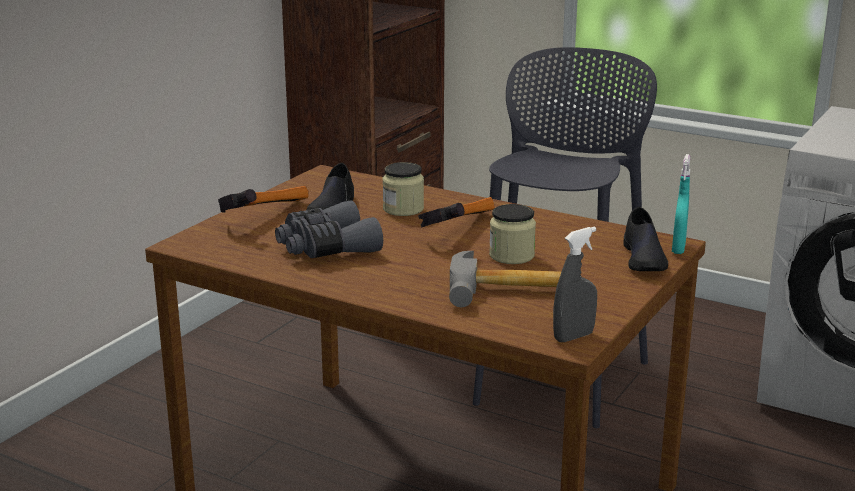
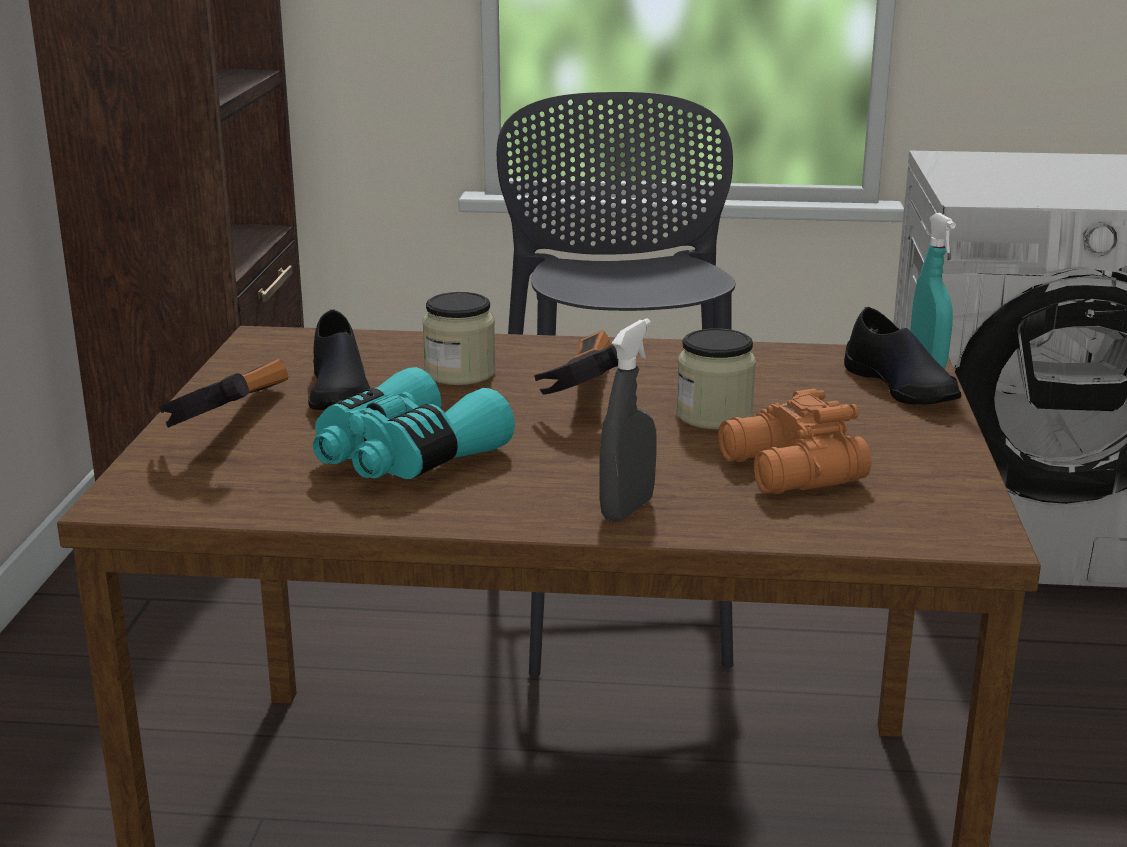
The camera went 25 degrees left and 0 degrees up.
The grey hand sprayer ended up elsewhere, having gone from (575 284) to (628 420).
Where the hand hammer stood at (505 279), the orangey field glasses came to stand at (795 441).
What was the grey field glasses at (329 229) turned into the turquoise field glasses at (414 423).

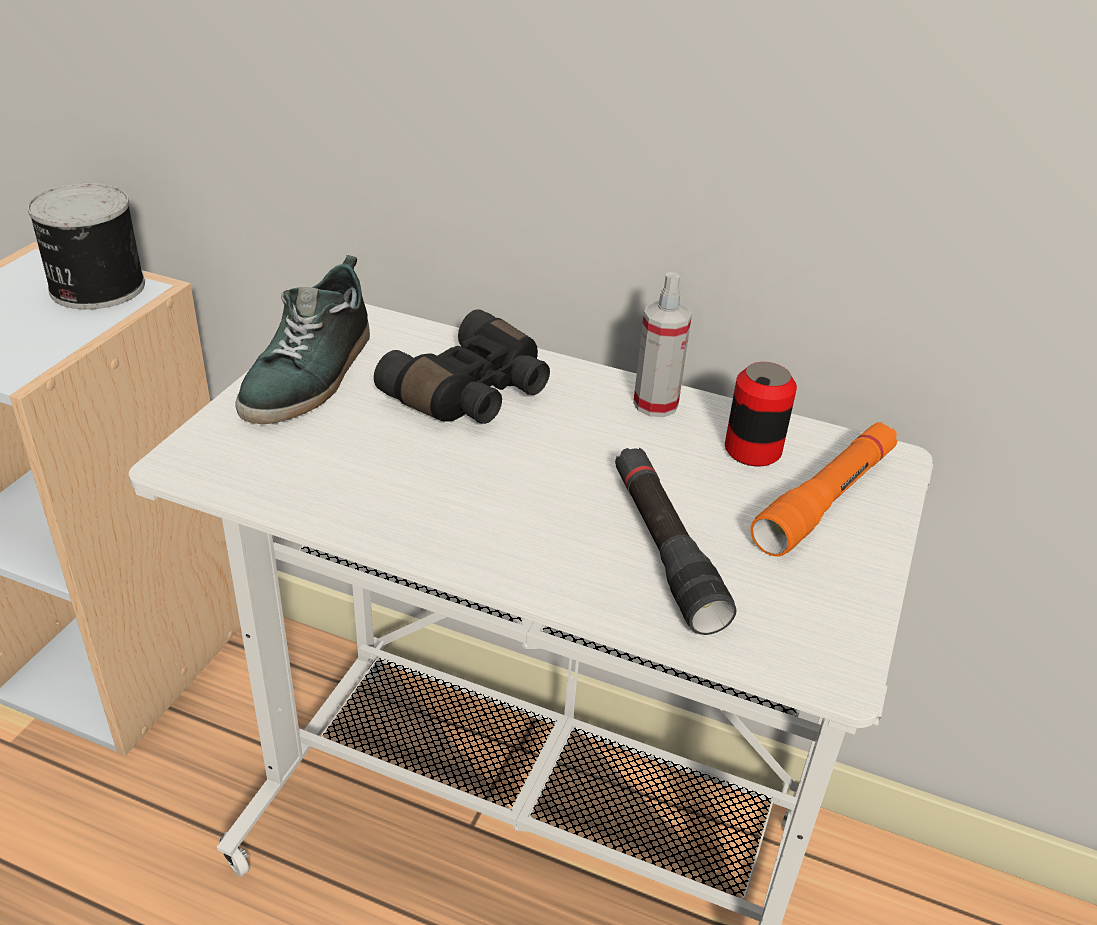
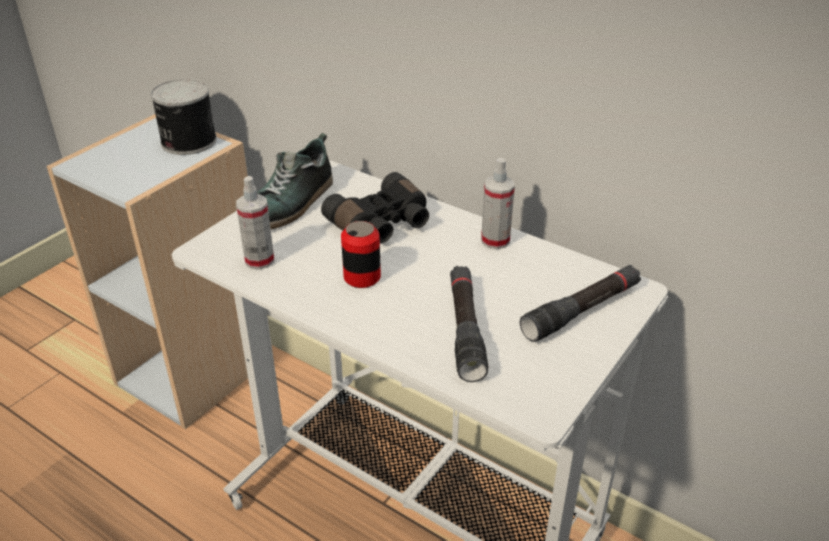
The camera went 15 degrees right and 0 degrees up.
The second view gained the hand sprayer at (255 223).
The can ended up elsewhere, having gone from (761 414) to (361 254).
What was the orangey torch at (824 489) turned into the blackish torch at (580 303).

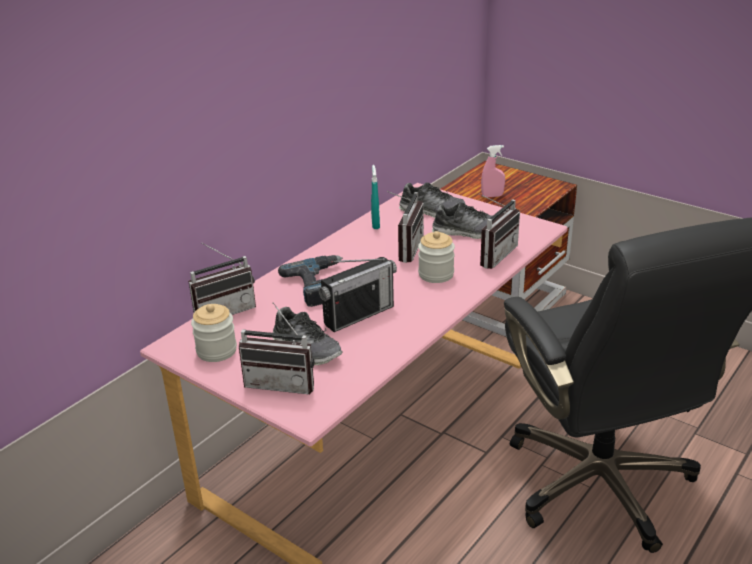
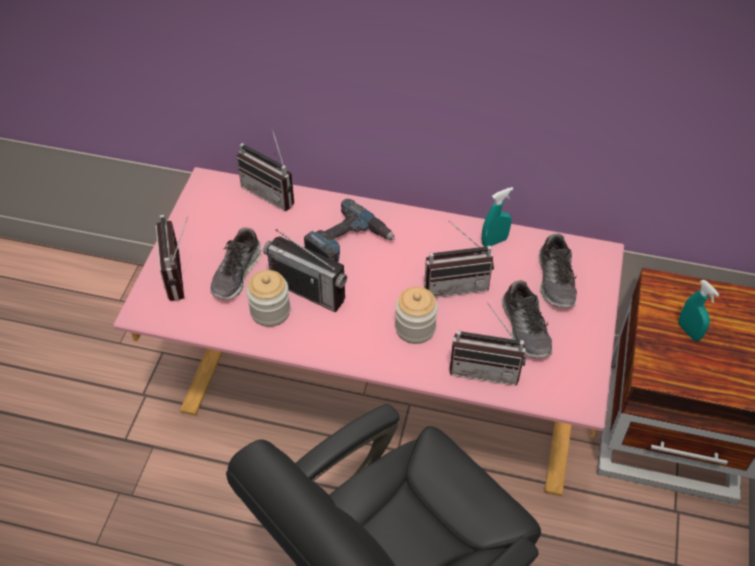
The camera went 65 degrees right and 20 degrees up.
The storage jar ended up elsewhere, having gone from (214 333) to (268 298).
What was the pink-coloured hand sprayer at (493 171) turned into the turquoise hand sprayer at (699 310).

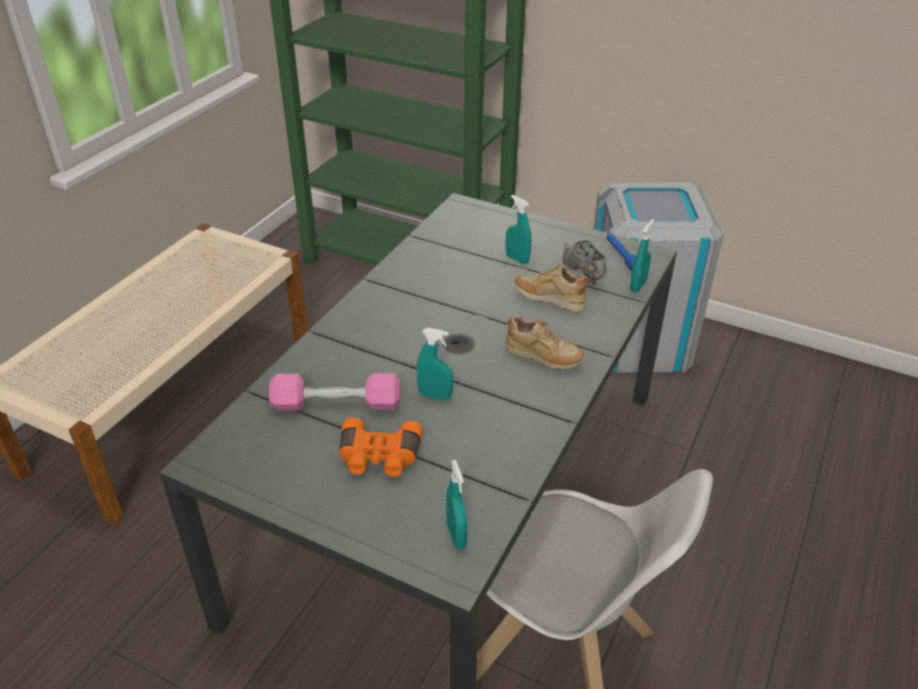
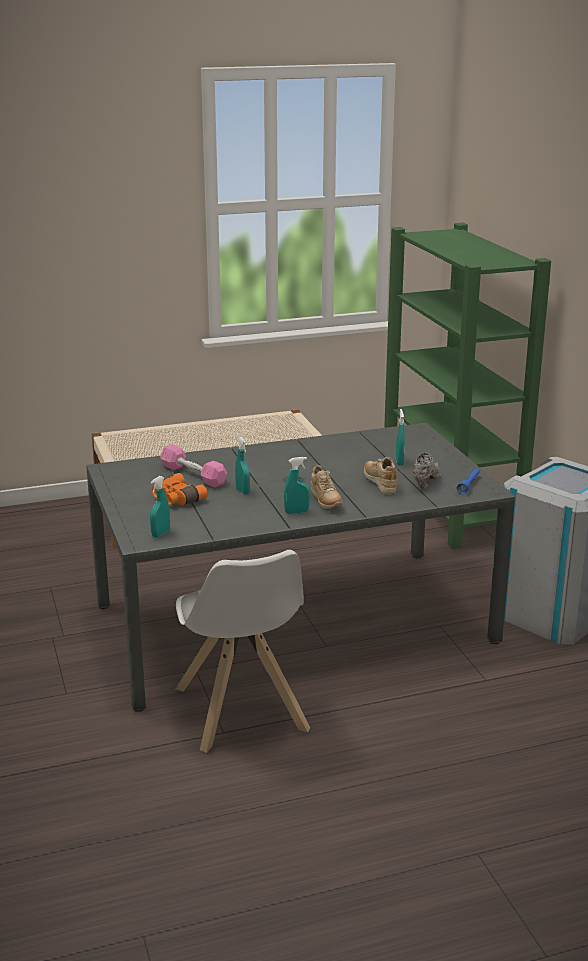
The camera went 45 degrees right and 15 degrees down.
The turquoise hand sprayer ended up elsewhere, having gone from (642 255) to (297 485).

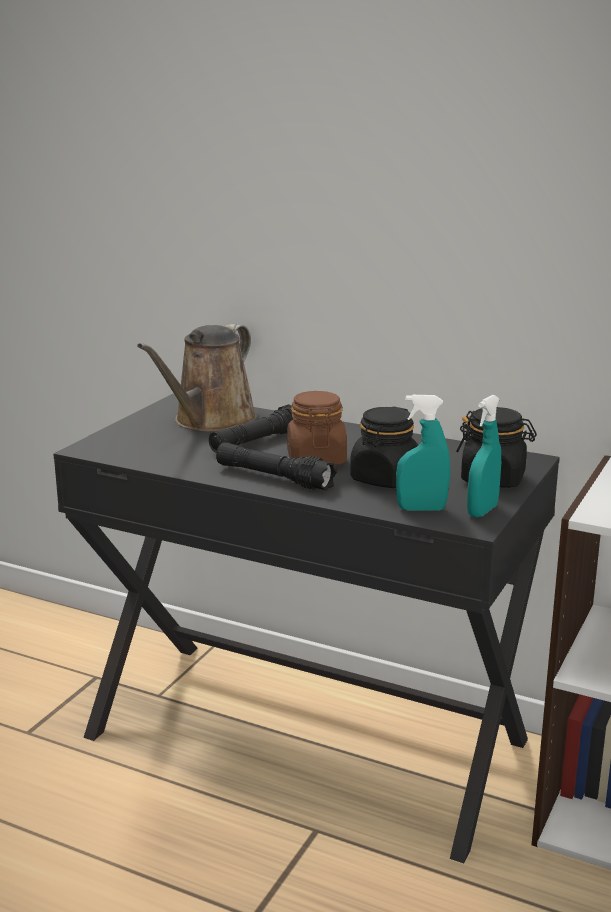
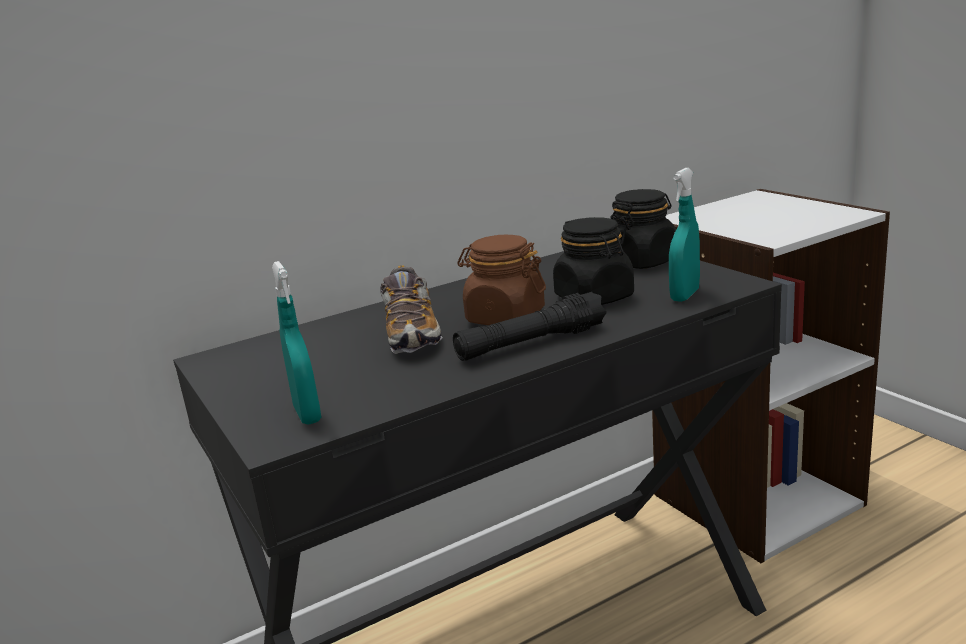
The camera went 55 degrees left and 0 degrees up.
The second view lost the brown watering can at (197 378).
The turquoise hand sprayer ended up elsewhere, having gone from (484 456) to (296 343).
Where the blackish torch stood at (251 428), the shoe came to stand at (411 309).

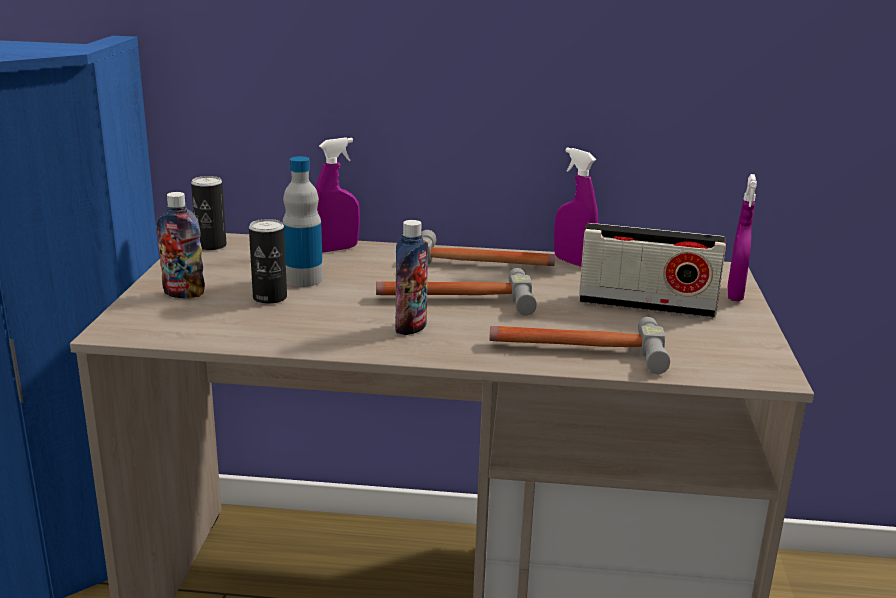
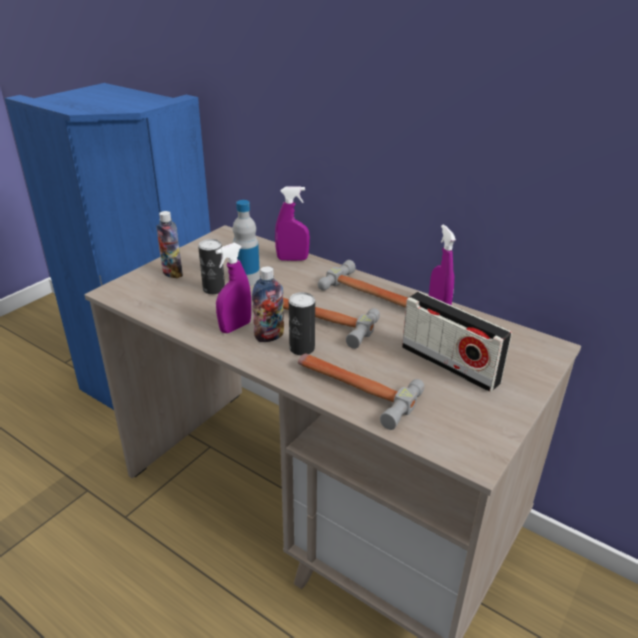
The camera went 30 degrees right and 10 degrees up.
The can ended up elsewhere, having gone from (209 213) to (302 323).
The purple-coloured hand sprayer ended up elsewhere, having gone from (742 237) to (233 288).

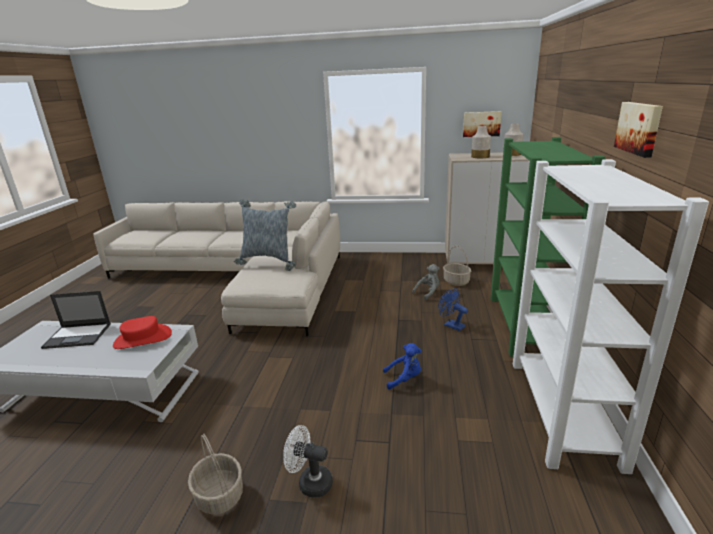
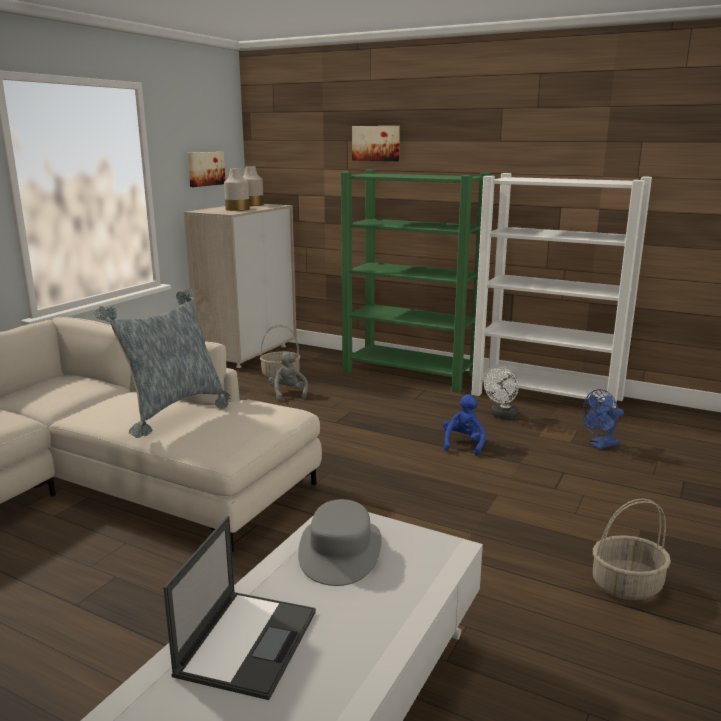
The camera went 70 degrees left and 5 degrees down.
The whitish fan ended up elsewhere, having gone from (308 461) to (501 393).
The blue-coloured fan ended up elsewhere, having gone from (453 309) to (603 419).
The picture ended up elsewhere, having gone from (638 130) to (376 143).
What was the reddish wearable hat at (142 332) turned into the grey wearable hat at (340 542).

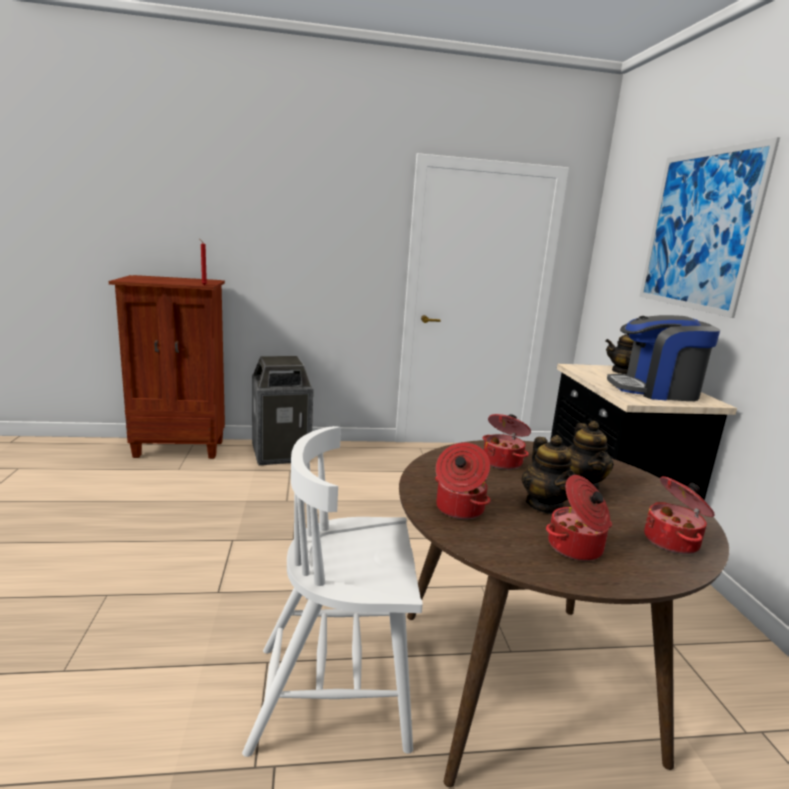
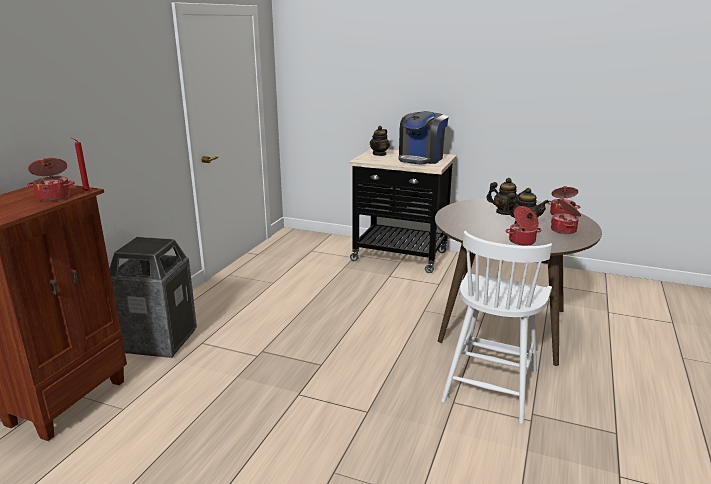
The camera went 60 degrees left and 5 degrees up.
The second view lost the picture at (709 227).
The saucepot ended up elsewhere, having gone from (506 442) to (51 179).

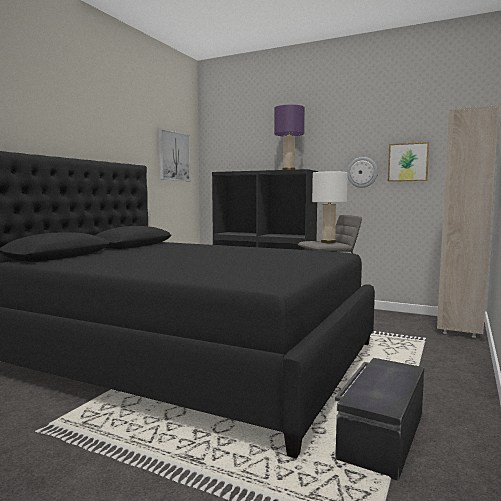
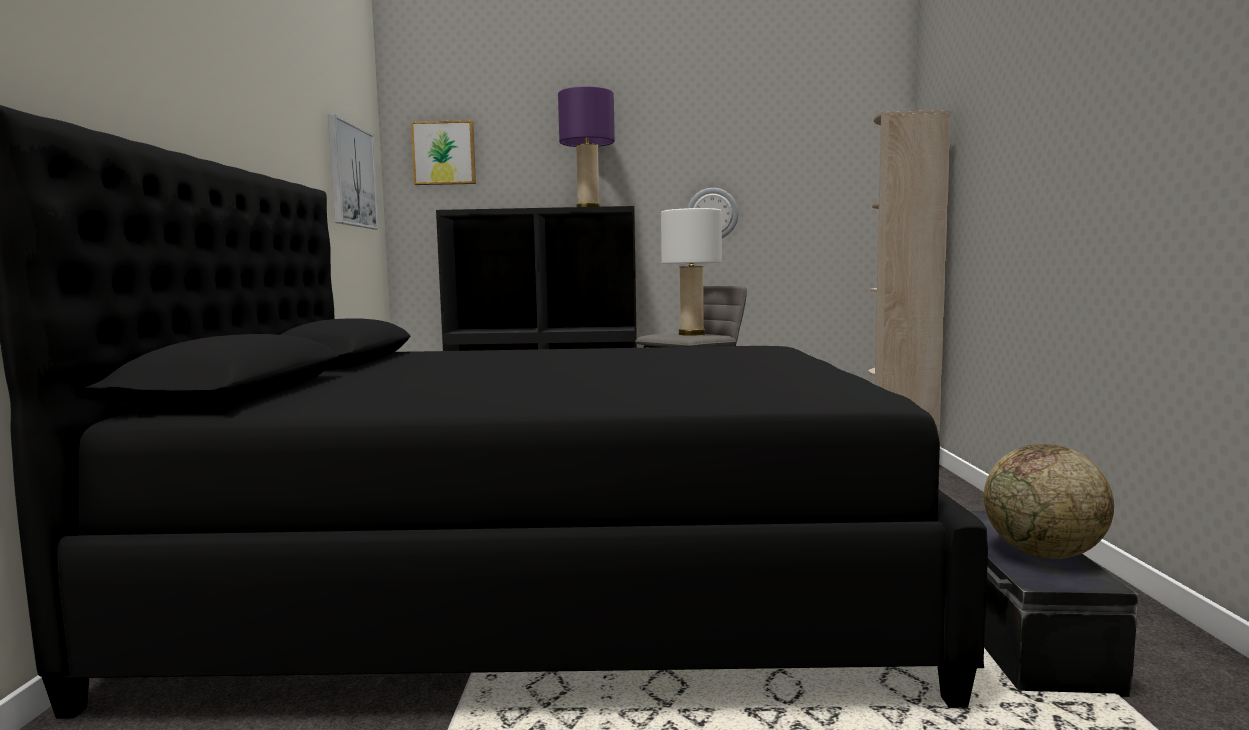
The camera went 25 degrees left and 0 degrees up.
The second view gained the desk globe at (1049 501).
The picture ended up elsewhere, having gone from (408 161) to (443 152).

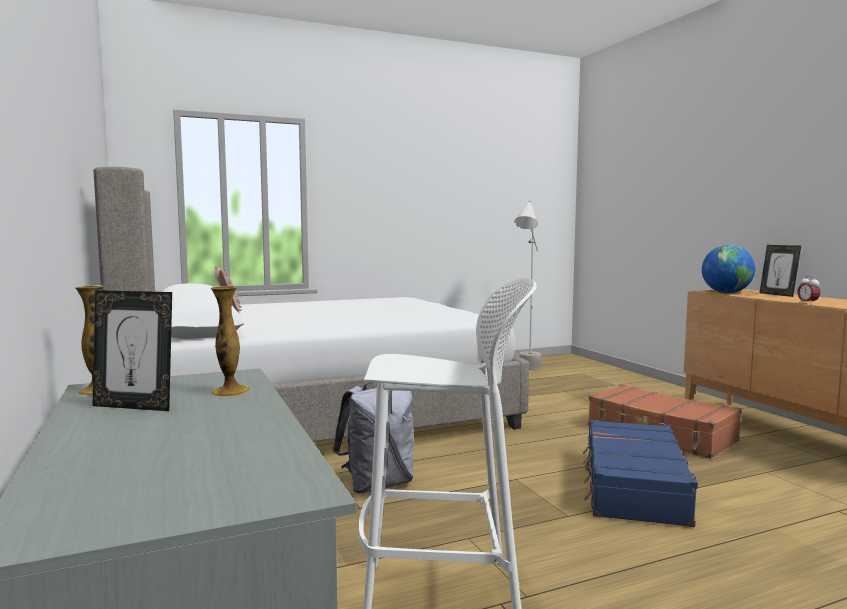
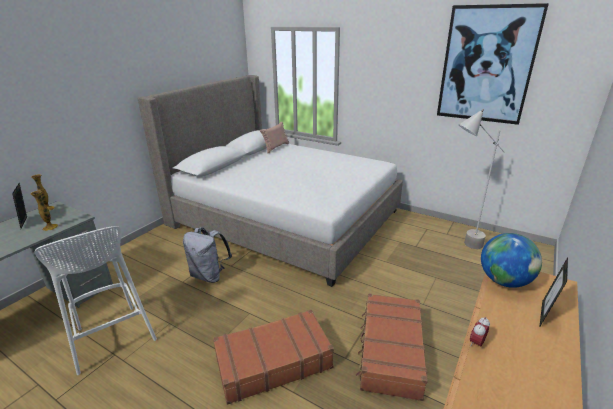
The camera went 55 degrees right and 20 degrees up.
The second view gained the picture at (493 64).
What was the blue-coloured travel case at (640 473) turned into the brown travel case at (273 357).

